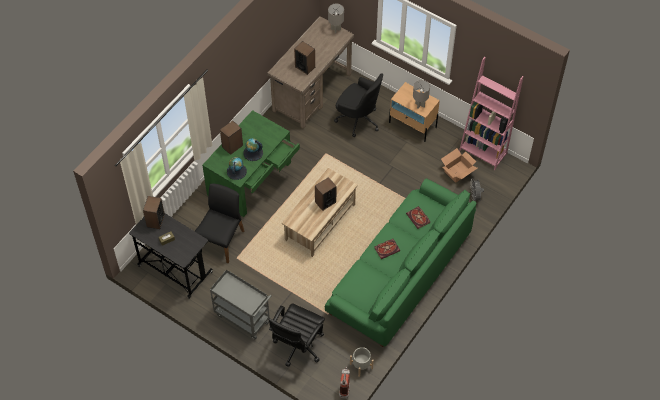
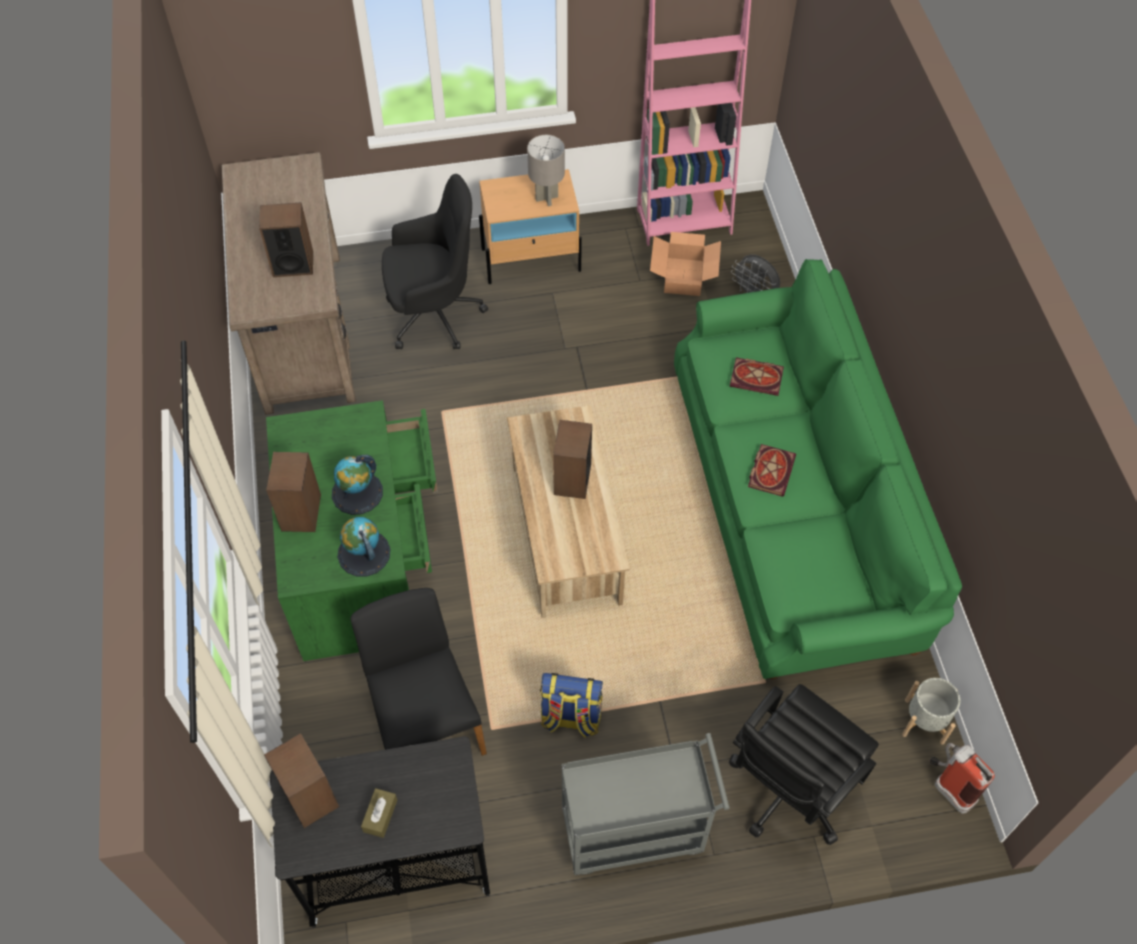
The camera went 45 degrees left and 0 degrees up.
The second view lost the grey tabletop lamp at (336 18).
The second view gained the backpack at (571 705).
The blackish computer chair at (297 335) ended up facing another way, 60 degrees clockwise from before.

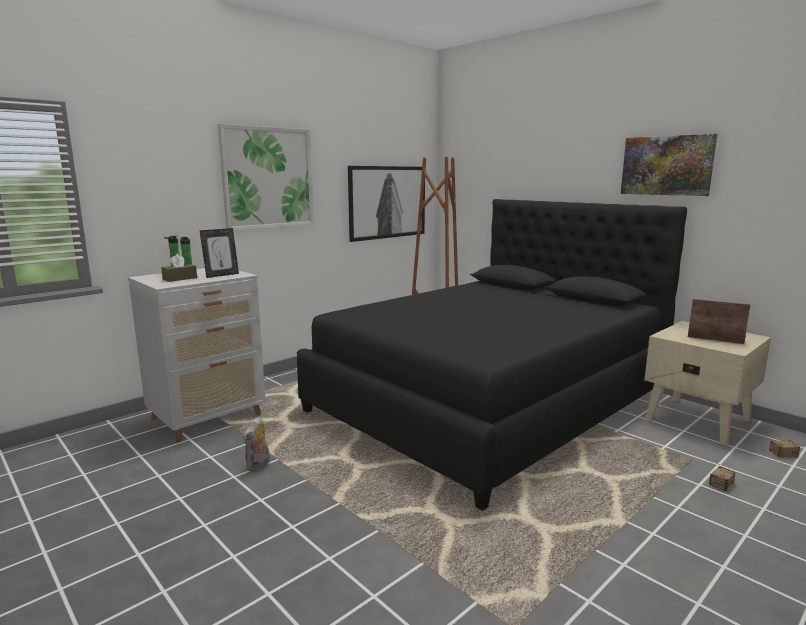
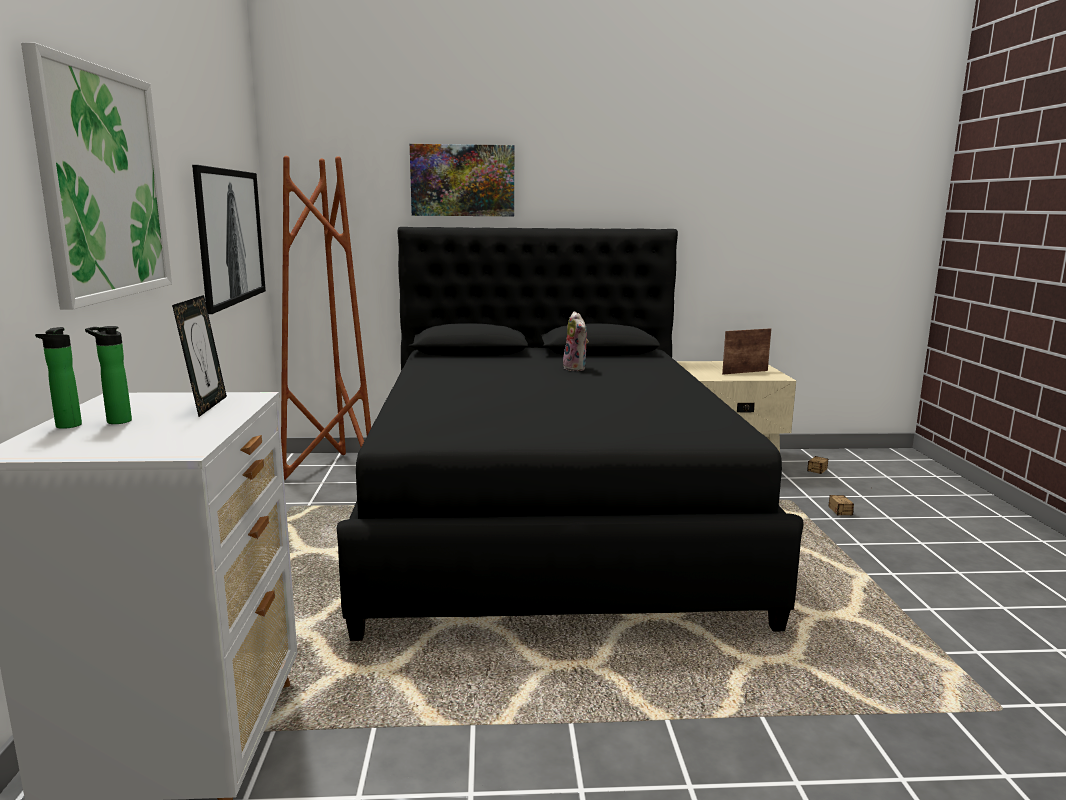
The camera went 50 degrees left and 0 degrees up.
The second view lost the brown tissue holder at (179 268).
The soft toy ended up elsewhere, having gone from (256 444) to (576 341).
The picture ended up elsewhere, having gone from (669 165) to (462 180).

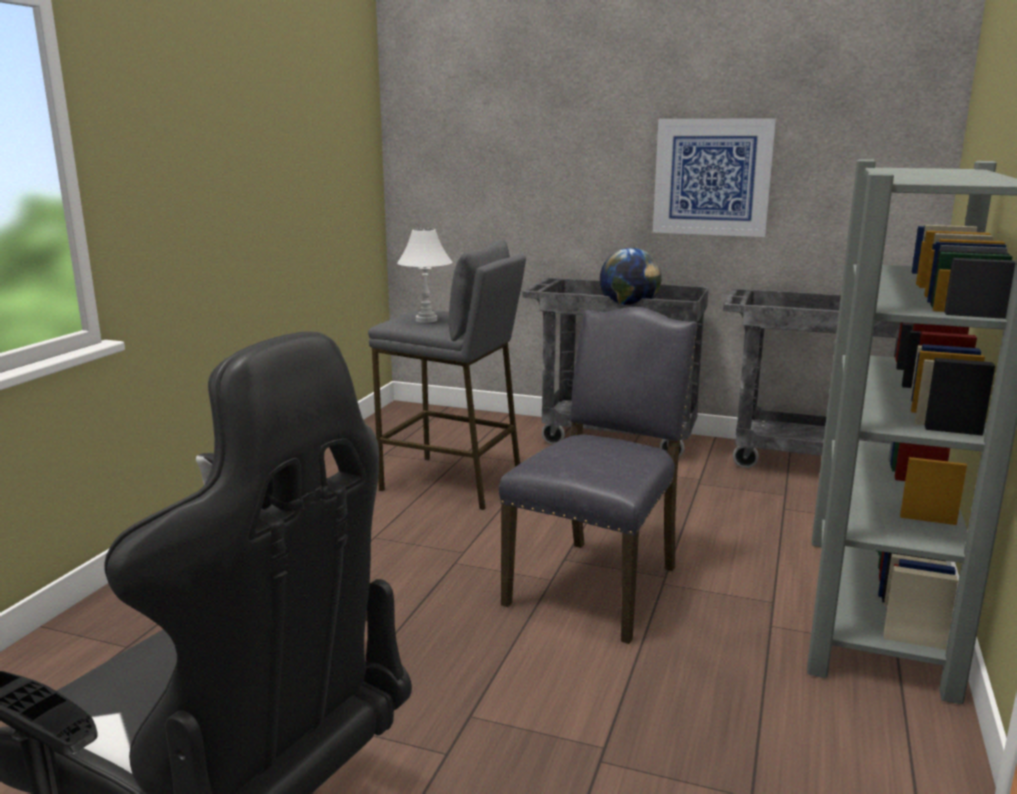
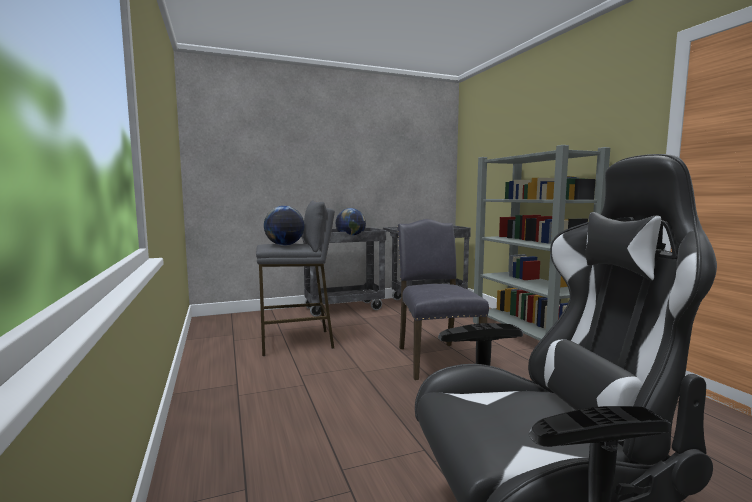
The camera went 40 degrees left and 10 degrees down.
The second view lost the picture at (714 178).
Where the whitish tabletop lamp stood at (425 275), the desk globe came to stand at (284 226).

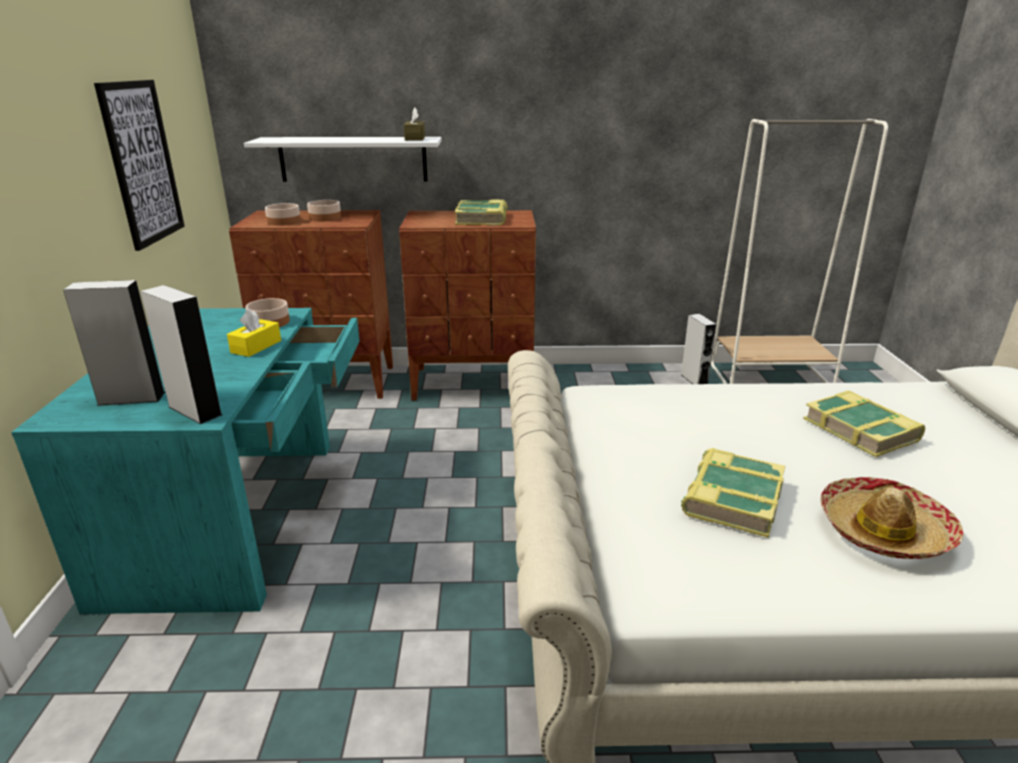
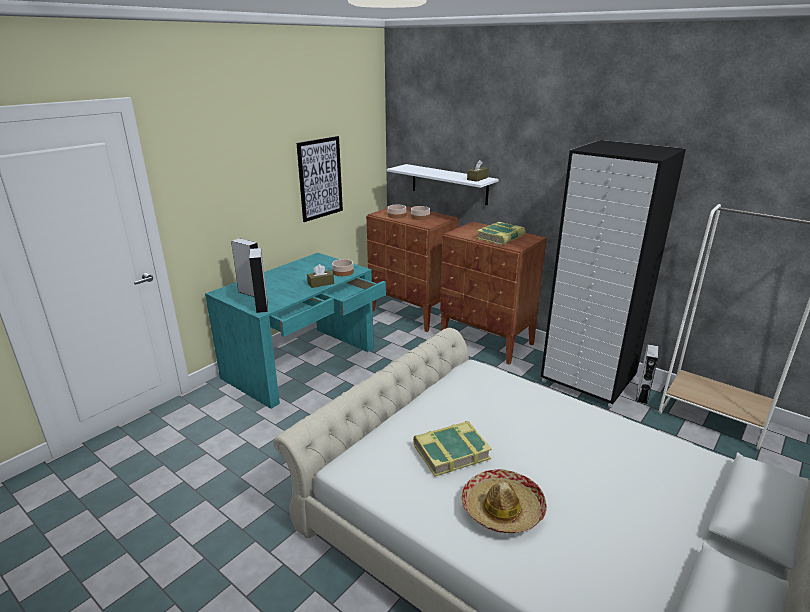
The camera went 40 degrees right and 0 degrees up.
The second view lost the book at (864 423).
The second view gained the clothes cupboard at (613 274).
What was the yellow tissue holder at (254 333) turned into the brown tissue holder at (320 276).

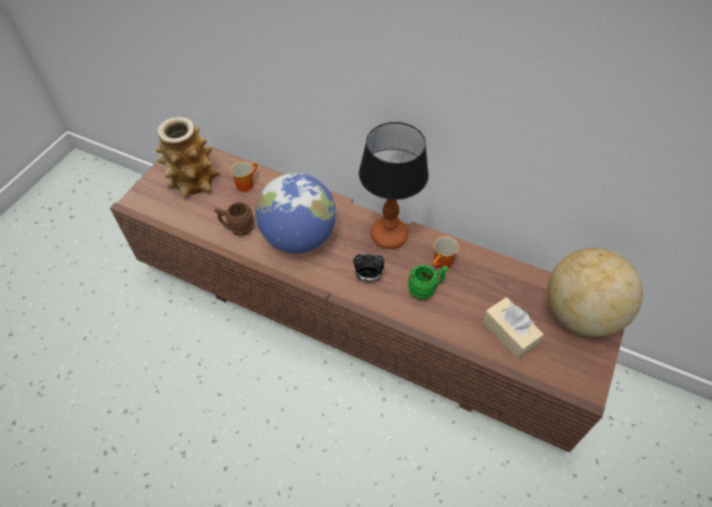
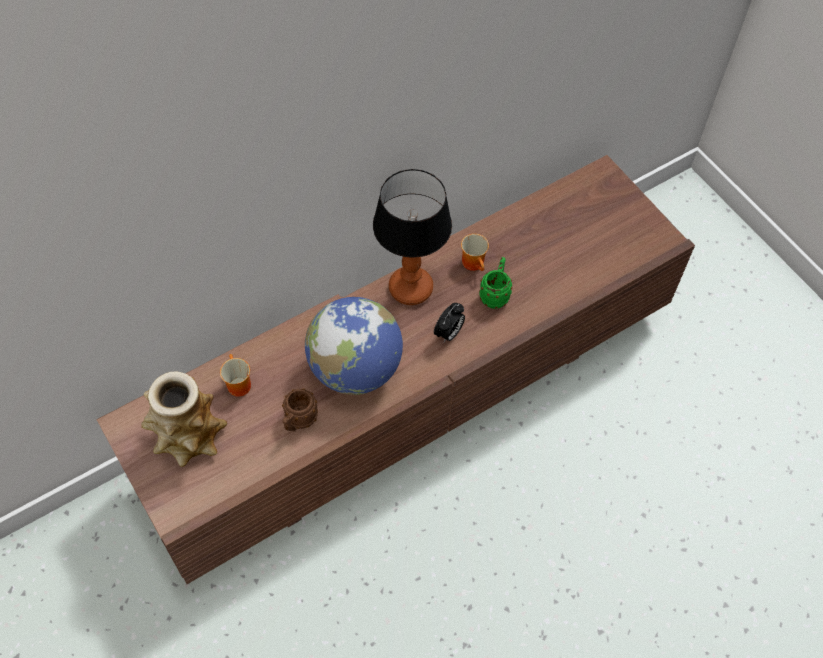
The camera went 60 degrees left and 5 degrees up.
The second view lost the beige tissue holder at (513 328).
The second view lost the desk globe at (595 292).

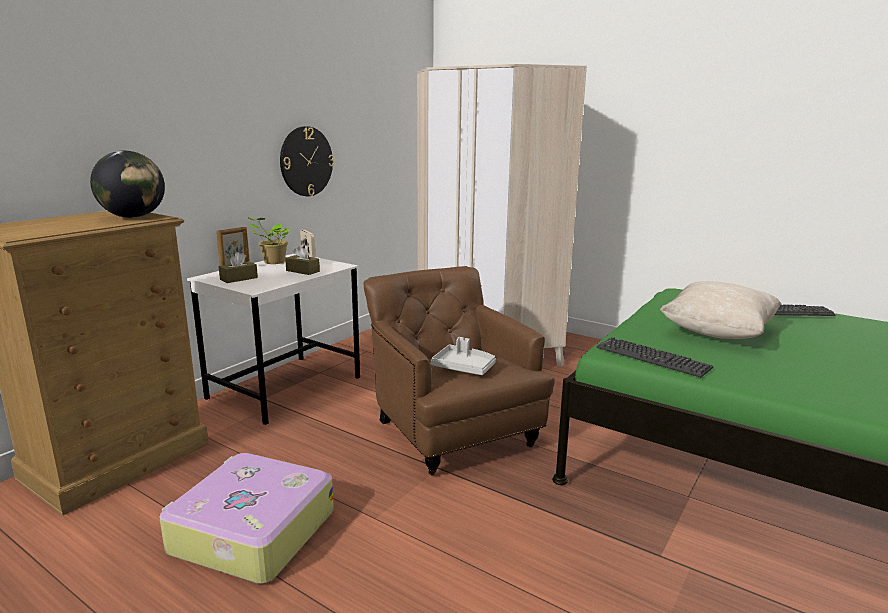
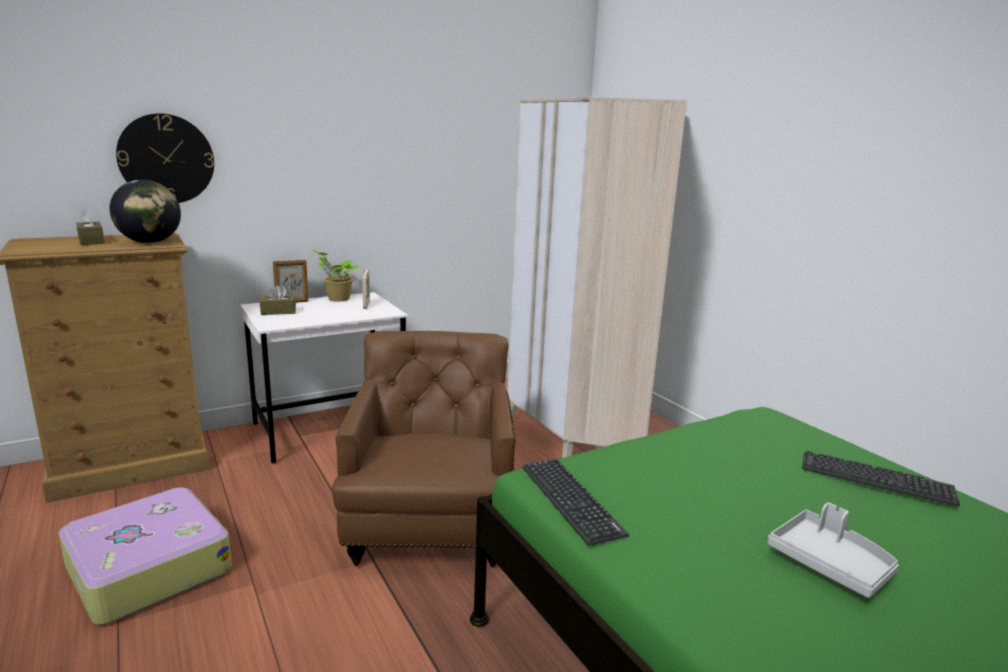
The camera went 25 degrees right and 0 degrees up.
The second view lost the beige pillow at (721 310).
The hanging clock ended up elsewhere, having gone from (307 161) to (165 158).
The brown tissue holder ended up elsewhere, having gone from (302 260) to (90 226).
The grey serving tray ended up elsewhere, having gone from (463 356) to (833 550).

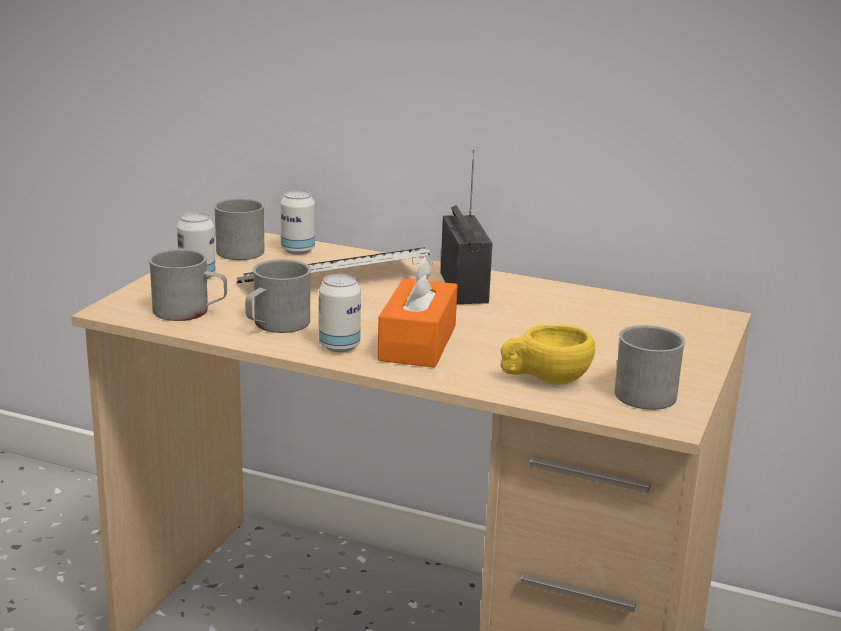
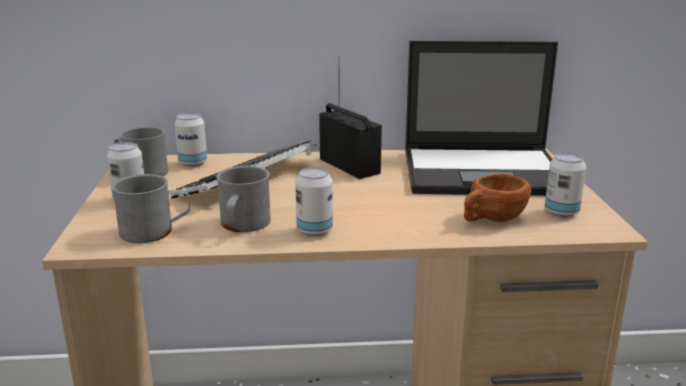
The camera went 25 degrees left and 0 degrees up.
The second view lost the orangey tissue holder at (418 312).
The second view gained the portable computer at (481 118).
Where the grey mug stood at (649 367), the can came to stand at (565 185).
What was the yellow cup at (547 355) turned into the brown cup at (497 198).

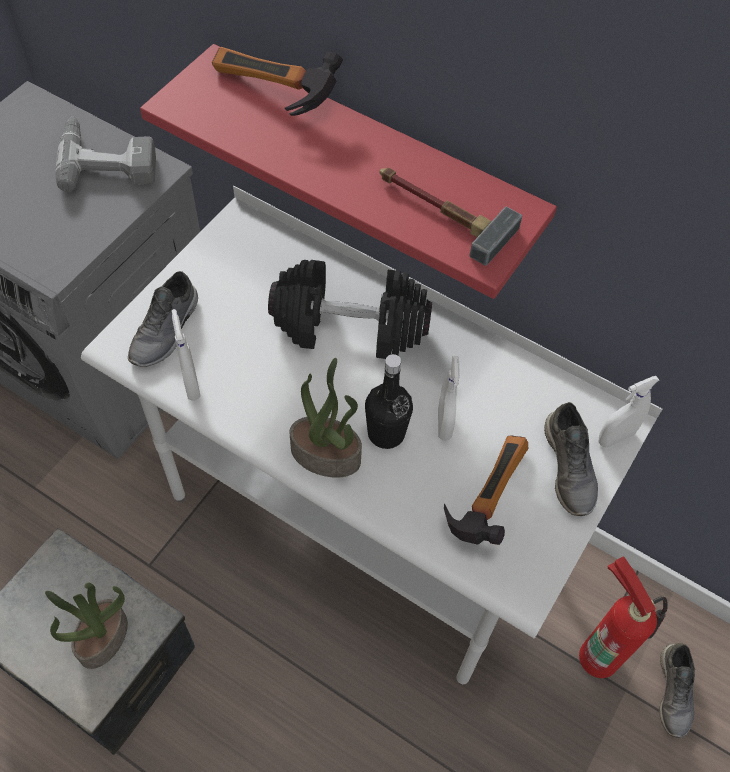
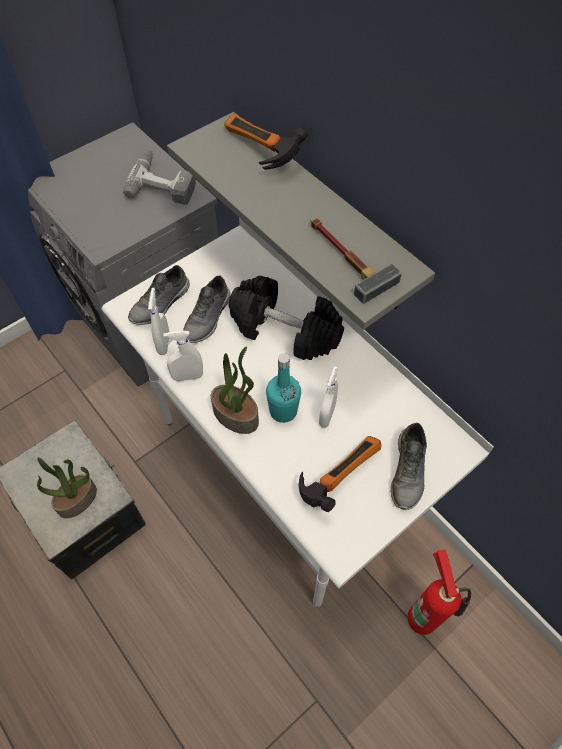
The camera went 20 degrees right and 0 degrees up.
The whitish hand sprayer ended up elsewhere, having gone from (629 412) to (183 356).
The grey shoe ended up elsewhere, having gone from (677 690) to (206 309).
What was the reddish shelf at (348 171) turned into the grey shelf at (301 221).
What was the blackish drink bottle at (389 401) turned into the turquoise drink bottle at (283 388).

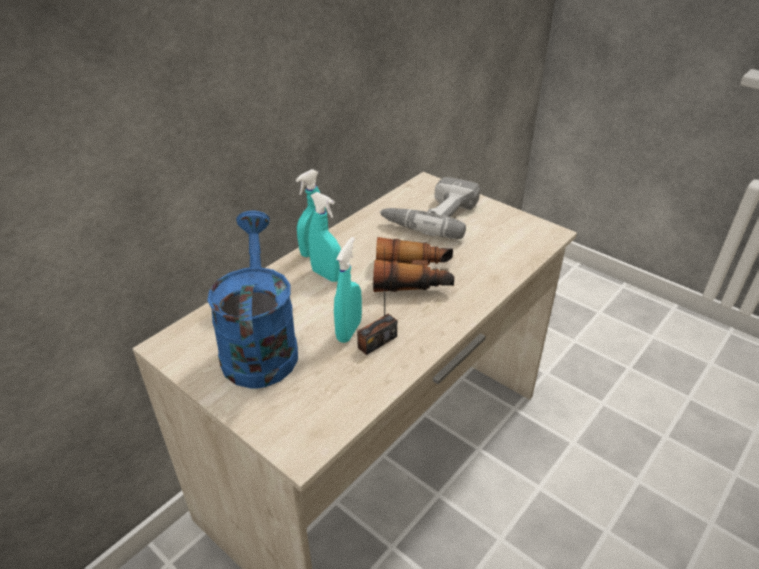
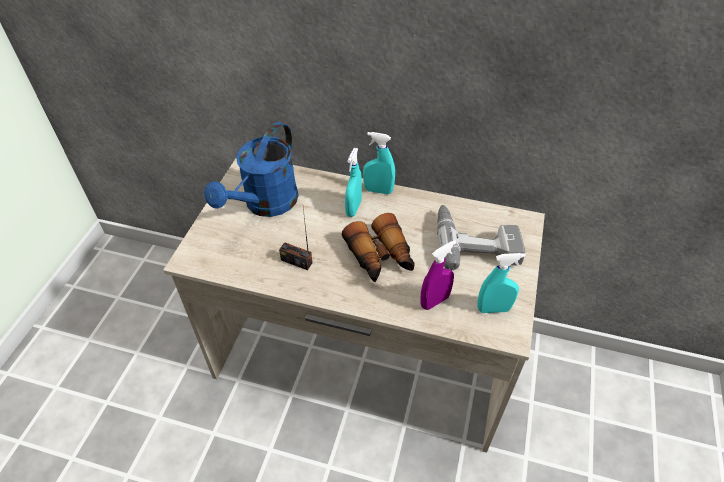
The camera went 65 degrees right and 10 degrees up.
The second view gained the purple-coloured hand sprayer at (438 275).
The turquoise hand sprayer ended up elsewhere, having gone from (348 290) to (501 283).
The blue-coloured watering can at (252 299) ended up facing another way, 150 degrees clockwise from before.

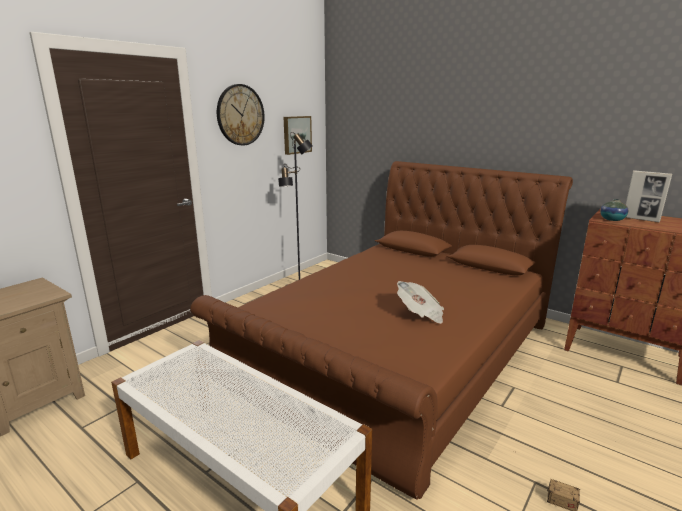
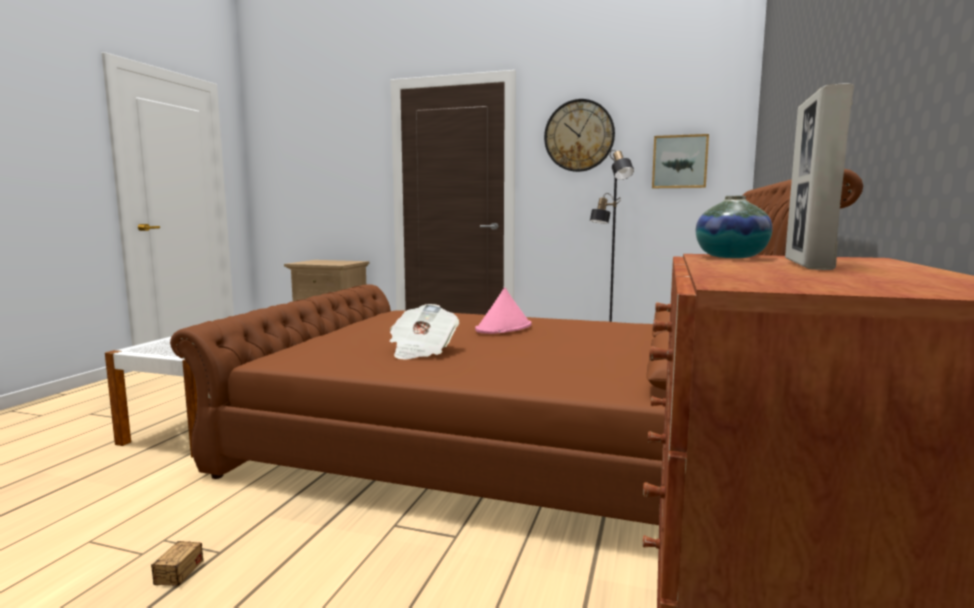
The camera went 70 degrees right and 10 degrees down.
The second view gained the pink-coloured wearable hat at (503 310).

